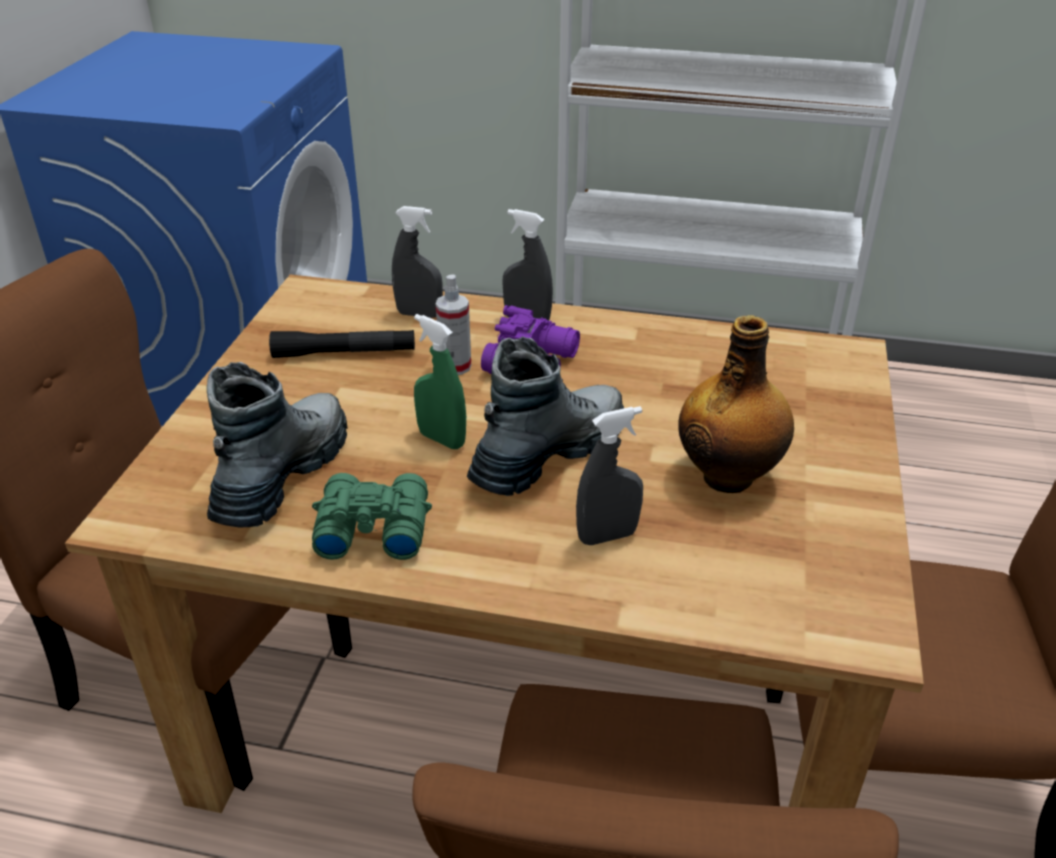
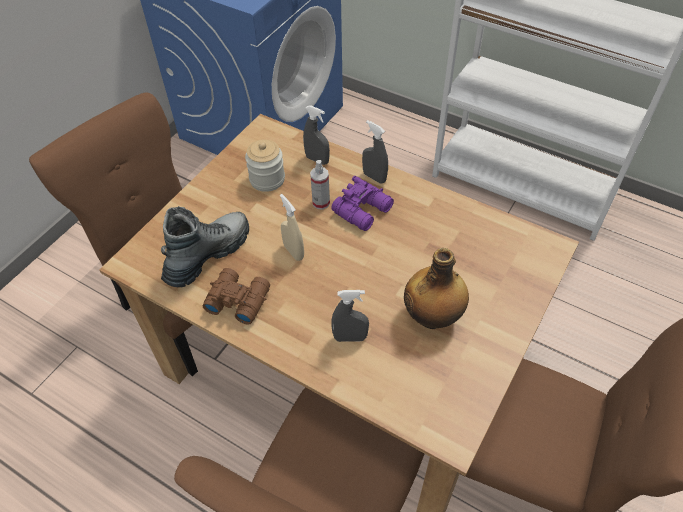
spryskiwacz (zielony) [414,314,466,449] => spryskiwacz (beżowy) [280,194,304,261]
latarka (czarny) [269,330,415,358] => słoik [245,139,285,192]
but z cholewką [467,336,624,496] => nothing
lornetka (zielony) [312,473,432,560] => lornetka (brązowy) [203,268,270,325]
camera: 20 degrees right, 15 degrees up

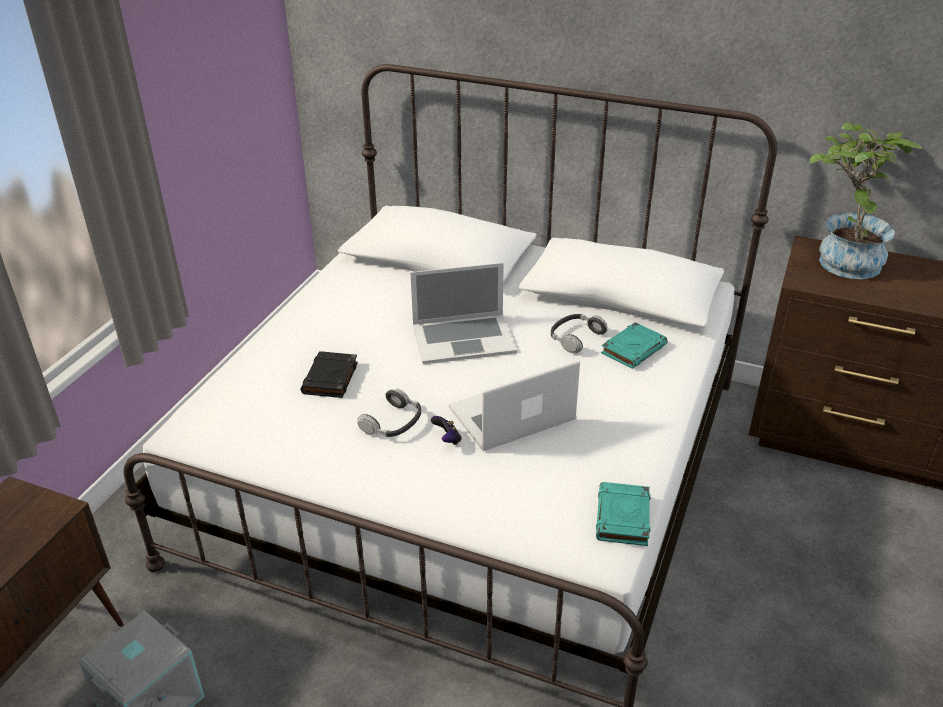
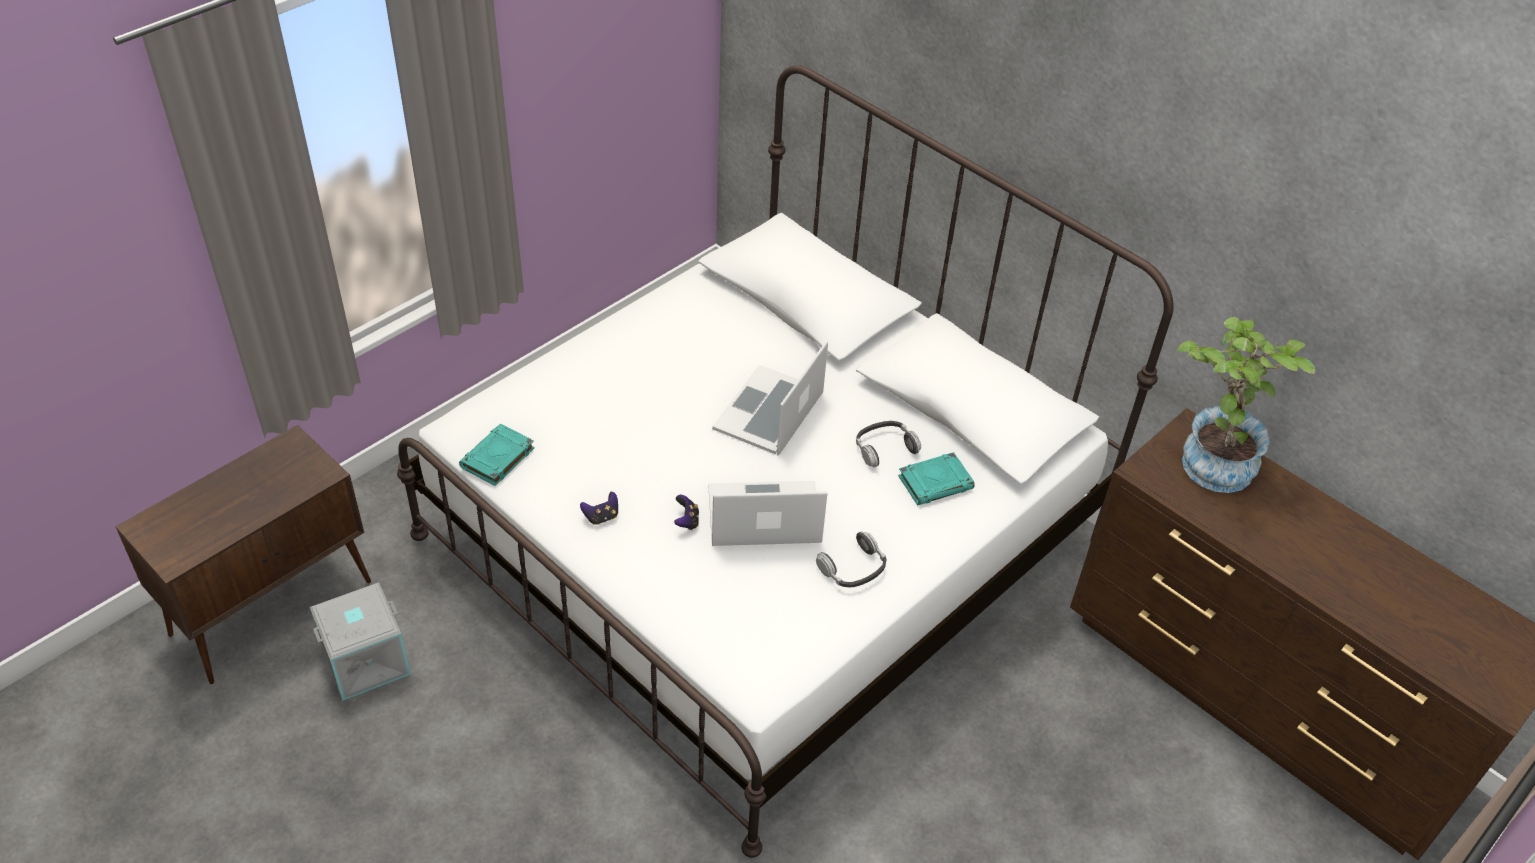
laptop [410,263,517,364] => laptop [712,341,828,455], 105 degrees clockwise
książka (czarny) [301,351,358,398] => nothing
słuchawki [357,388,421,437] => słuchawki [816,531,886,587], move
książka (turkusowy) [596,482,651,546] => książka (turkusowy) [459,424,535,486], move
nothing => pad do gier [580,492,618,525]
camera: 20 degrees right, 10 degrees up

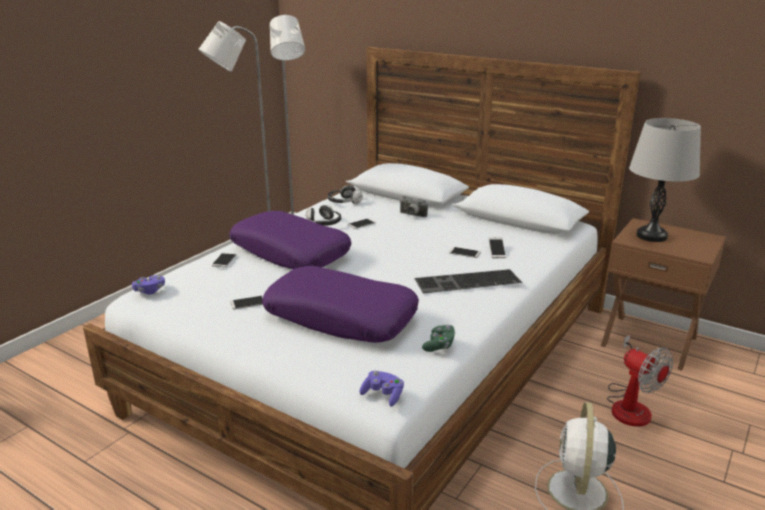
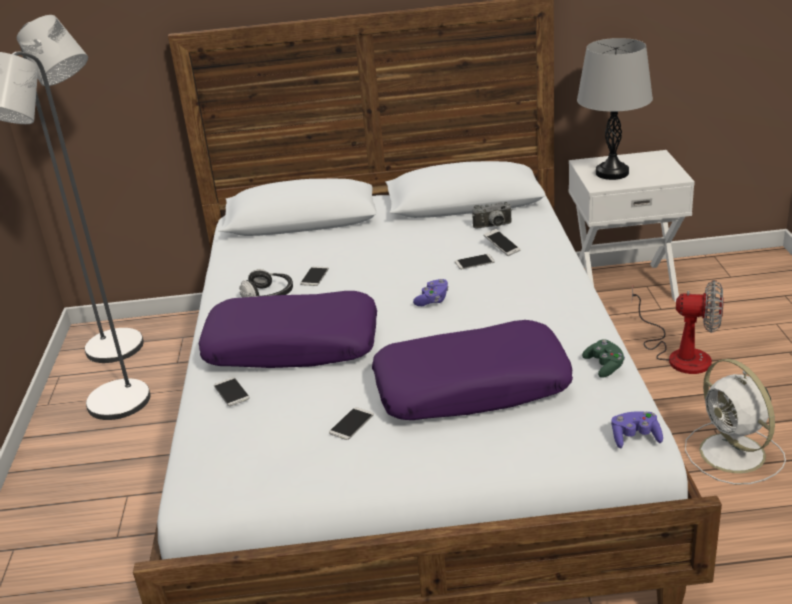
słuchawki [328,185,363,204] => nothing
aparat fotograficzny [399,196,428,217] => aparat fotograficzny [472,202,512,229], move
szafka nocna (brązowy) [601,218,726,371] => szafka nocna (biały) [569,150,695,302]
klawiatura [414,269,523,293] => nothing
pad do gier (fioletowy) [132,275,165,295] => pad do gier (fioletowy) [413,279,449,306], move
camera: 35 degrees left, 5 degrees up

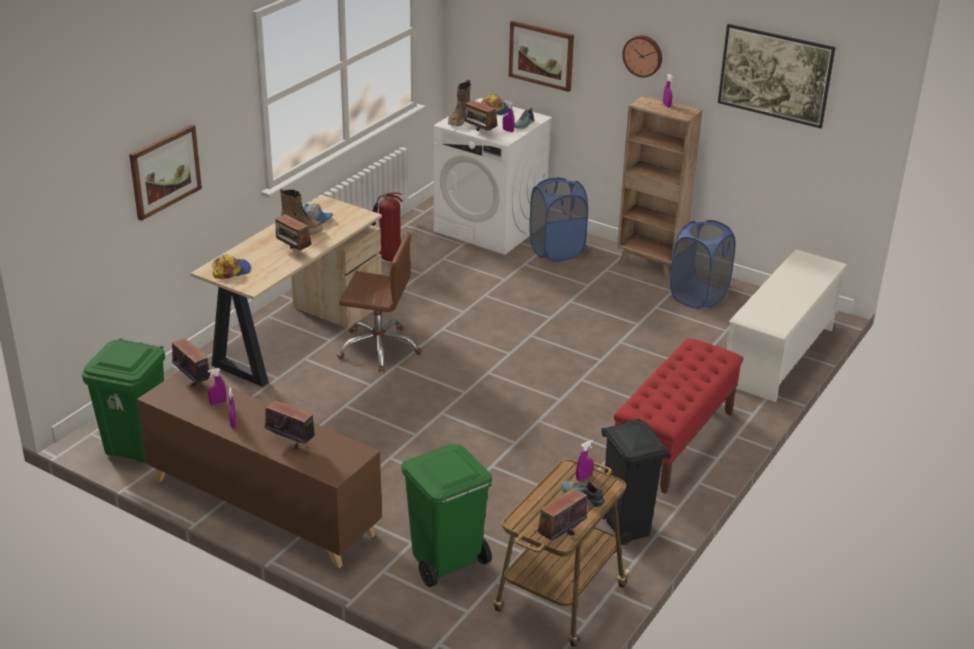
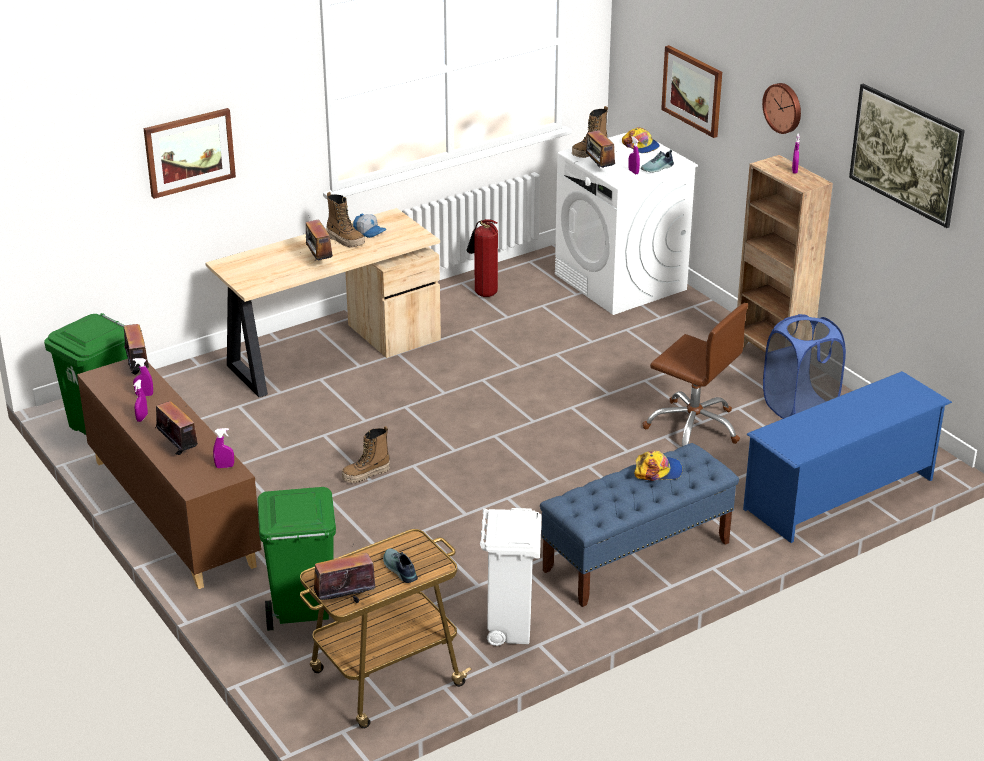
kosz na pranie (niebieski) [529,177,588,261] => nothing
krzesło biurowe (brązowy) [337,234,422,373] => krzesło biurowe (brązowy) [642,303,748,446], move
regał na buty (biały) [726,249,847,402] => regał na buty (niebieski) [743,371,952,543]
czapka z daszkiem [211,254,251,279] => czapka z daszkiem [634,450,683,481], move
ławka (czerwony) [614,338,743,494] => ławka (niebieski) [540,443,739,607]
kosz na śmieci (czarny) [601,418,671,545] => kosz na śmieci (biały) [480,508,542,646]
spryskiwacz (fioletowy) [576,440,594,481] => spryskiwacz (fioletowy) [213,428,234,468], move
nothing => but z cholewką [342,426,390,483]
camera: 25 degrees right, 0 degrees up

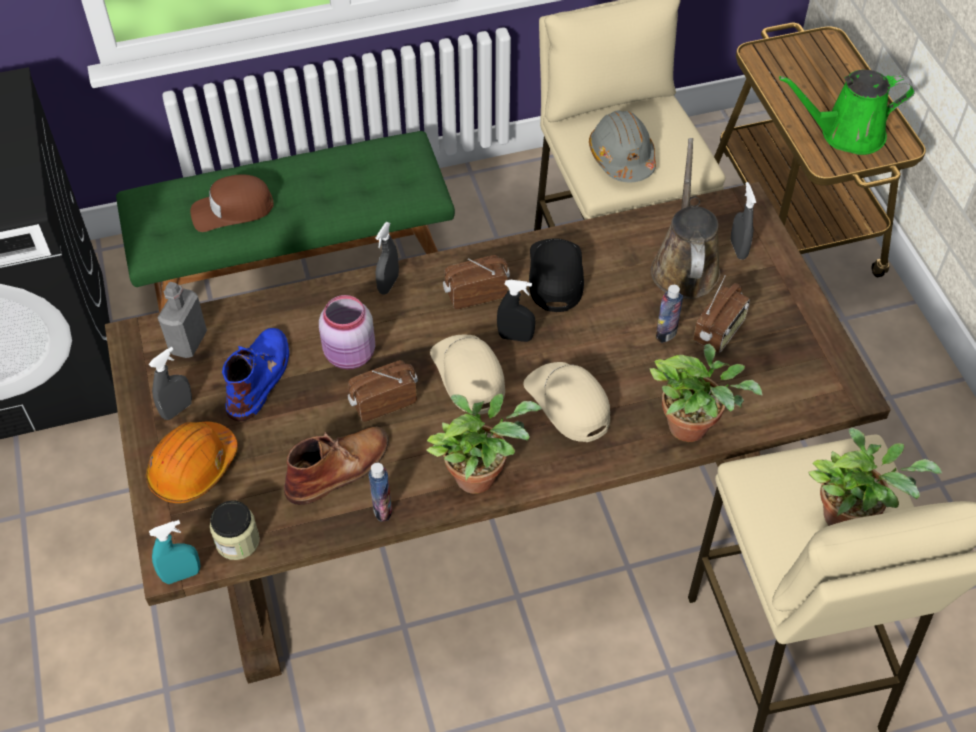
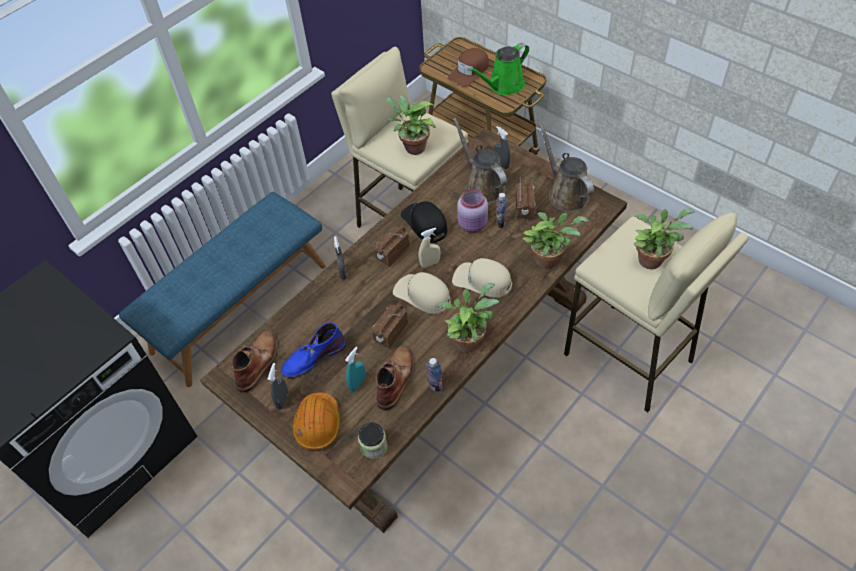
kask (szary) [589,111,656,182] => roślina doniczkowa [386,95,435,155]
ławka (zielony) [116,131,455,312] => ławka (niebieski) [119,192,326,387]
czapka z daszkiem (brązowy) [190,174,274,232] => czapka z daszkiem (brązowy) [448,48,489,87], move
spryskiwacz (czarny) [497,280,535,342] => spryskiwacz (beżowy) [419,228,440,268]
butelka (szary) [157,282,207,358] => but z cholewką (brązowy) [231,331,278,393]
słoik (różowy) [319,295,375,369] => słoik (różowy) [457,189,488,232], move
but z cholewką (niebieski) [222,328,289,421] => but z cholewką (niebieski) [281,322,347,378], 105 degrees counterclockwise
spryskiwacz (turkusowy) [149,520,201,584] => spryskiwacz (turkusowy) [345,347,366,391], move
nothing => konewka (brązowy) [539,124,594,212]
camera: 30 degrees left, 0 degrees up

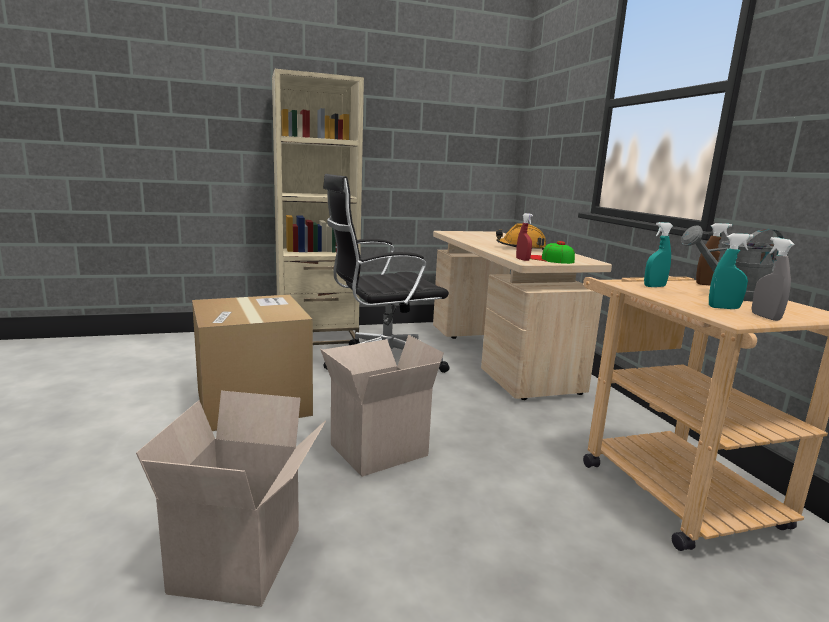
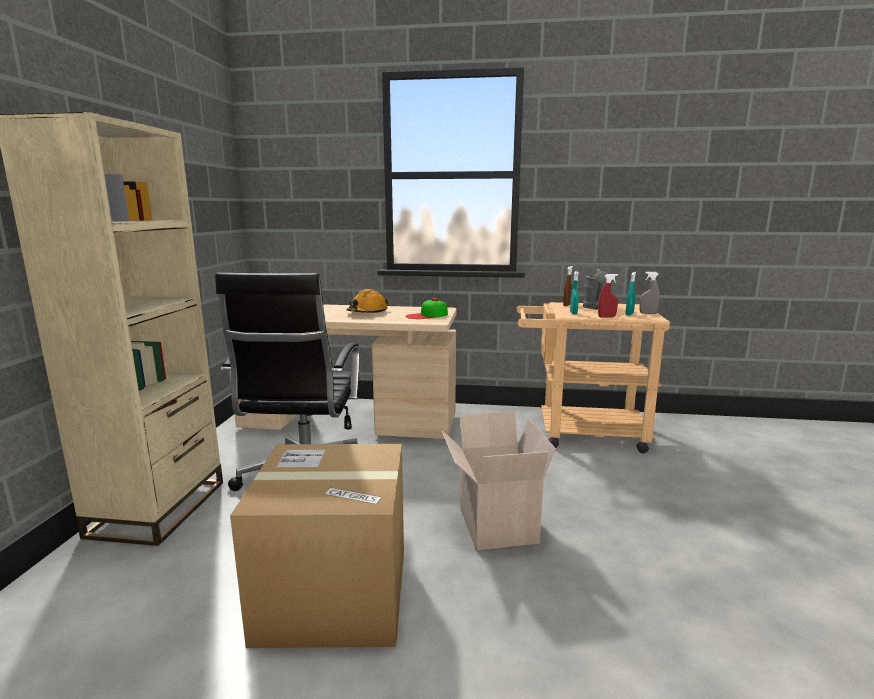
spryskiwacz (czerwony) [516,213,533,261] => spryskiwacz (czerwony) [598,274,618,318], move
karton [136,391,326,607] => nothing
camera: 65 degrees left, 0 degrees up

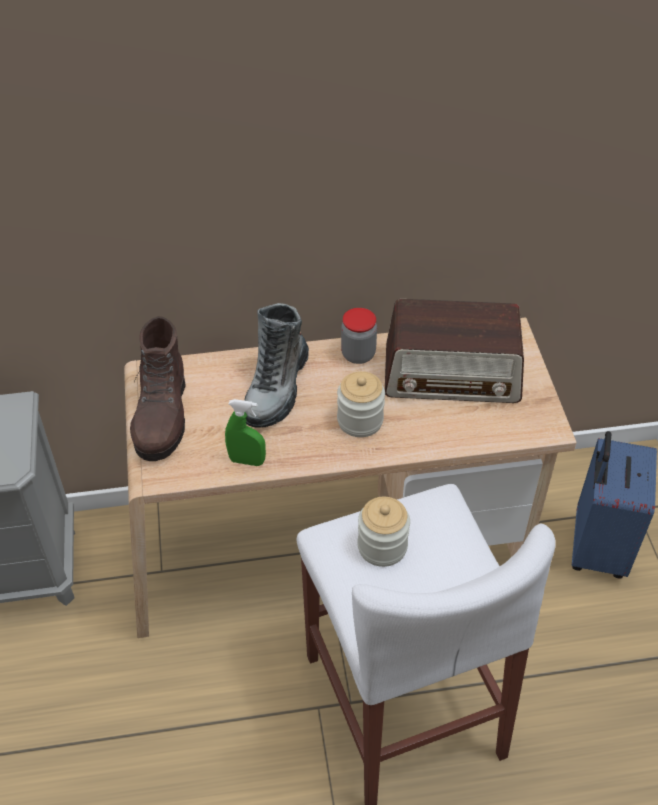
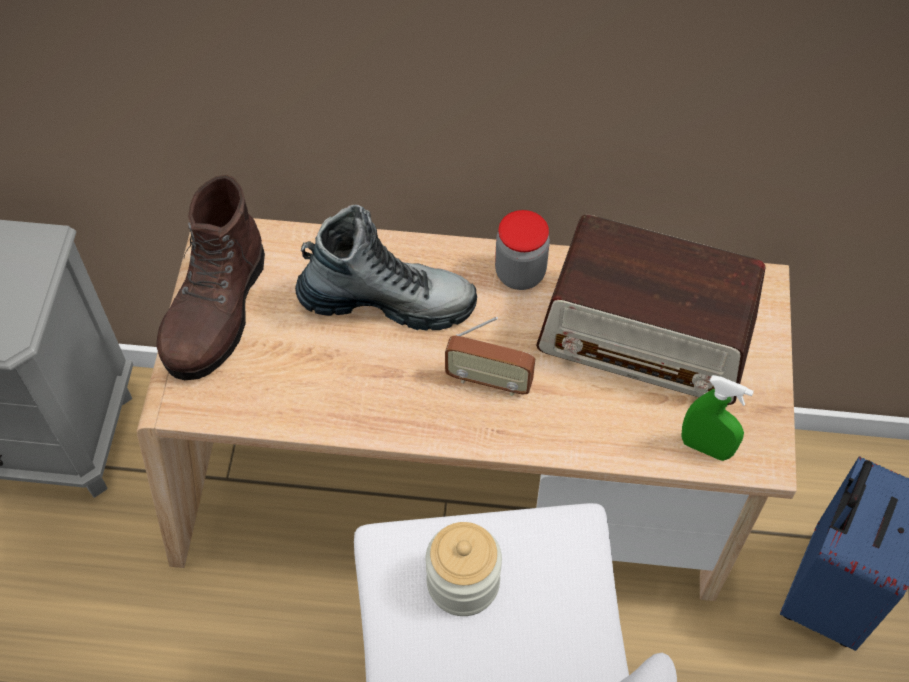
but z cholewką [244,303,309,428] => but z cholewką [295,205,477,331], 120 degrees counterclockwise
słoik [337,371,385,437] => radio [445,317,535,396]
spryskiwacz (zielony) [225,399,266,466] => spryskiwacz (zielony) [681,375,754,461], move
camera: 15 degrees right, 10 degrees up

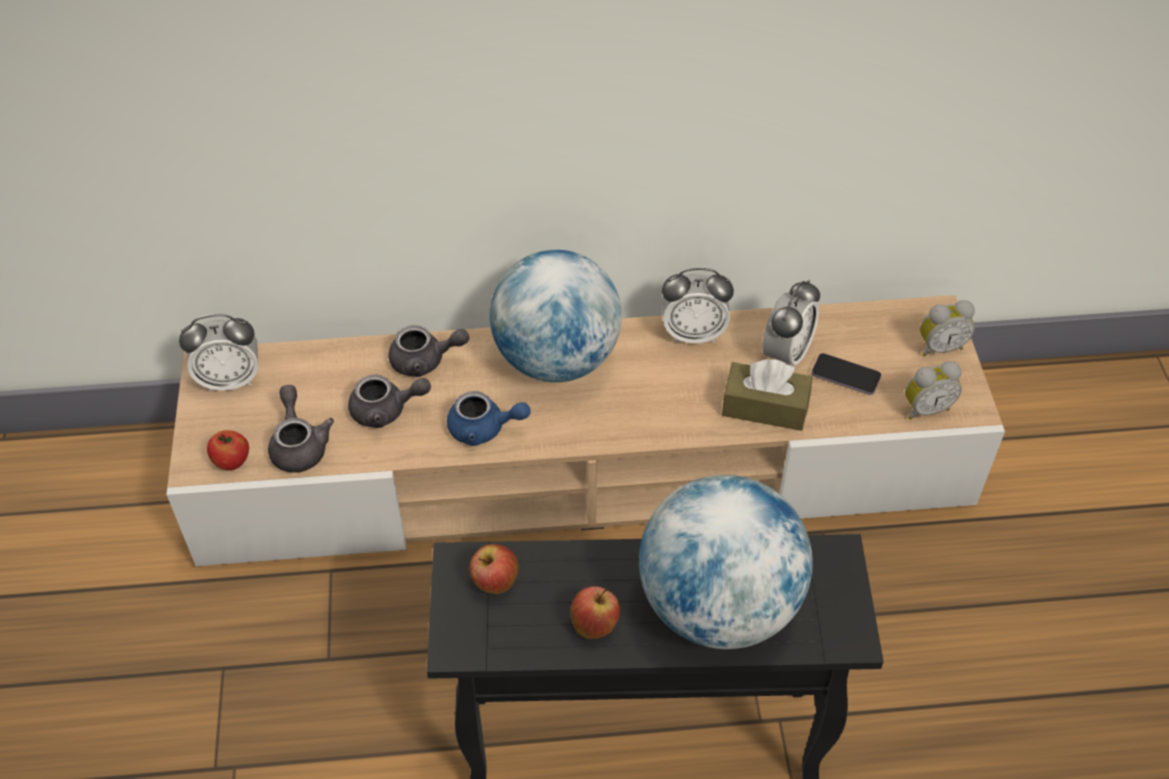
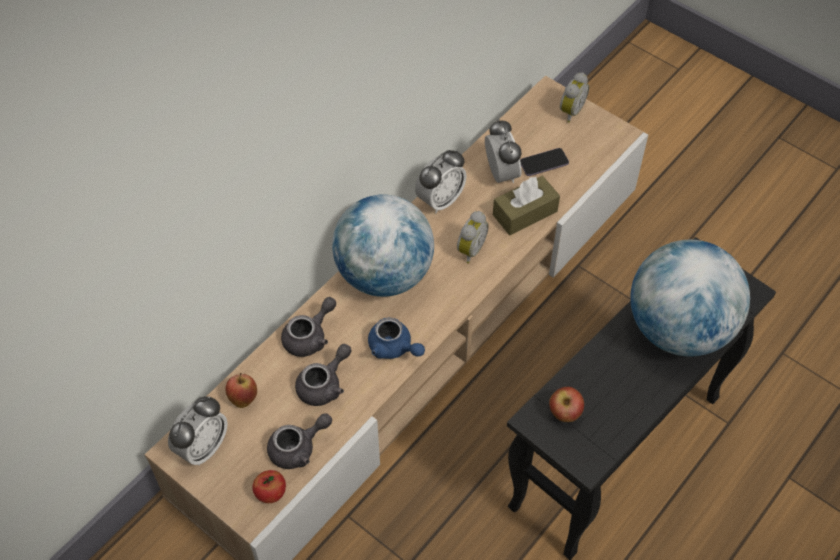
budzik [905,361,962,420] => budzik [457,211,489,264], move
imbryk (szary) [268,385,334,473] => imbryk (szary) [267,413,332,469], 120 degrees clockwise
imbryk (niebieski) [447,391,530,446] => imbryk (niebieski) [368,317,425,359], 75 degrees clockwise
jabłko [571,586,620,639] => jabłko [225,373,257,408], move
camera: 45 degrees left, 5 degrees up

